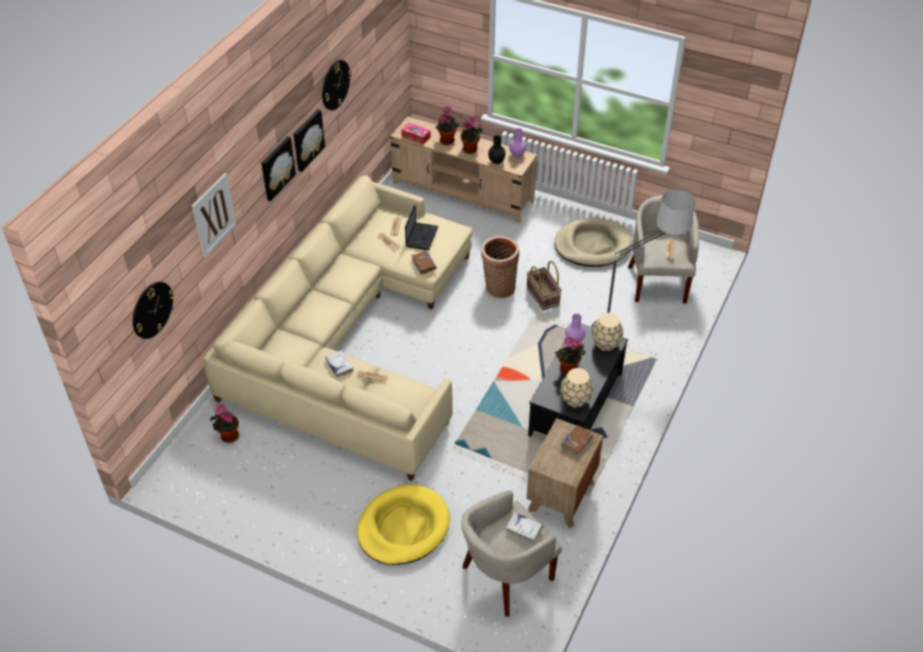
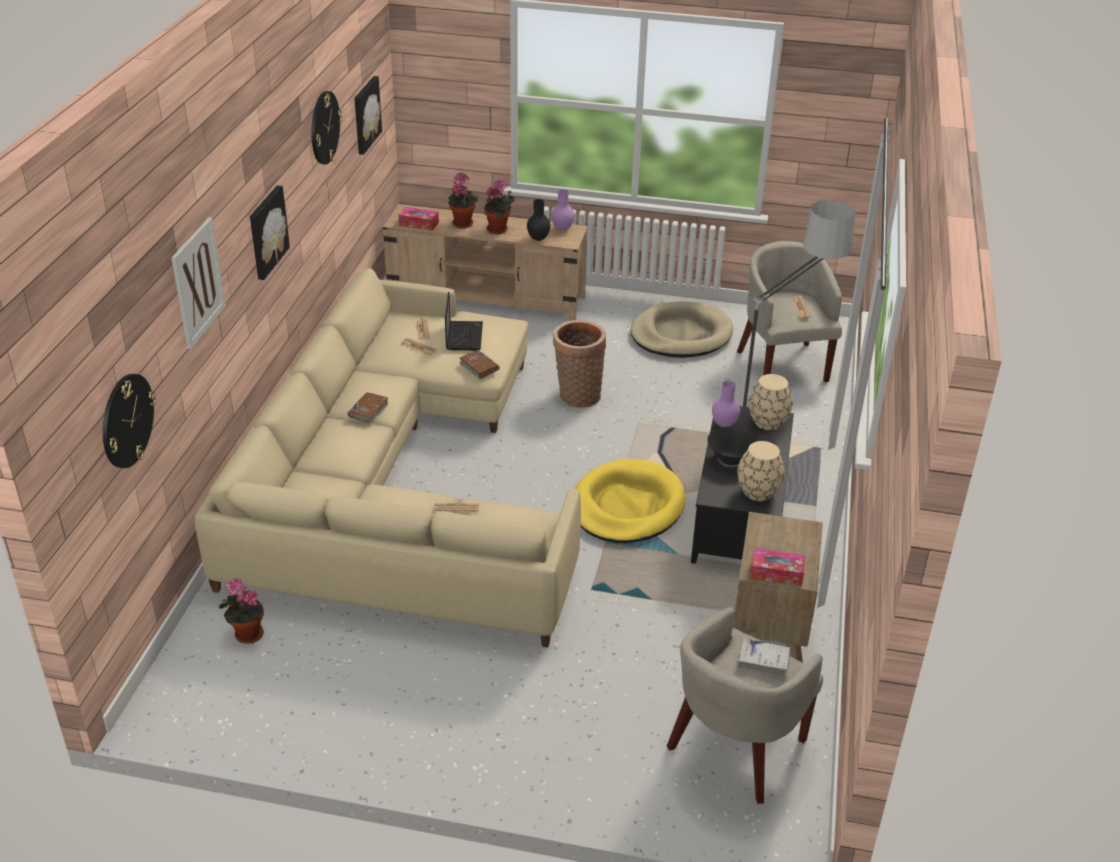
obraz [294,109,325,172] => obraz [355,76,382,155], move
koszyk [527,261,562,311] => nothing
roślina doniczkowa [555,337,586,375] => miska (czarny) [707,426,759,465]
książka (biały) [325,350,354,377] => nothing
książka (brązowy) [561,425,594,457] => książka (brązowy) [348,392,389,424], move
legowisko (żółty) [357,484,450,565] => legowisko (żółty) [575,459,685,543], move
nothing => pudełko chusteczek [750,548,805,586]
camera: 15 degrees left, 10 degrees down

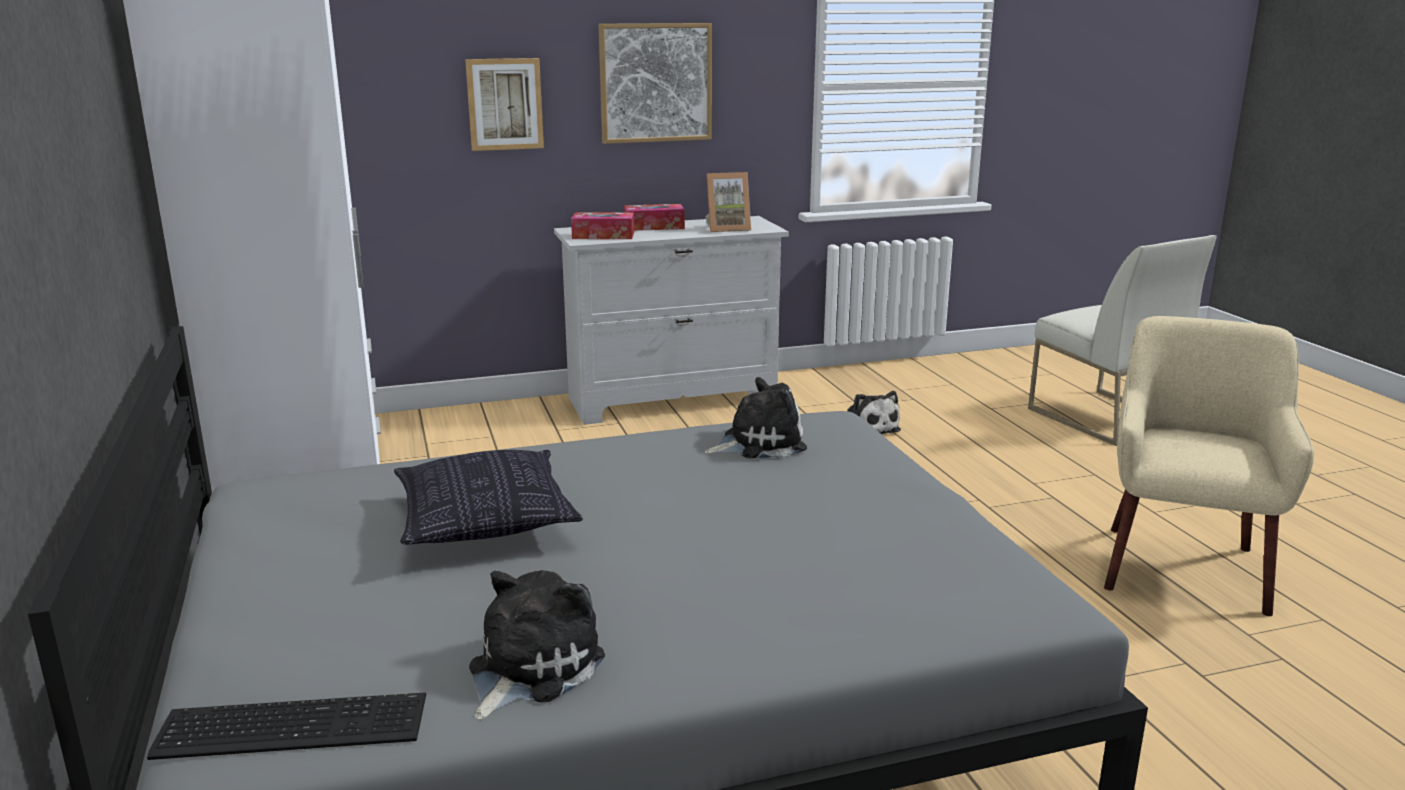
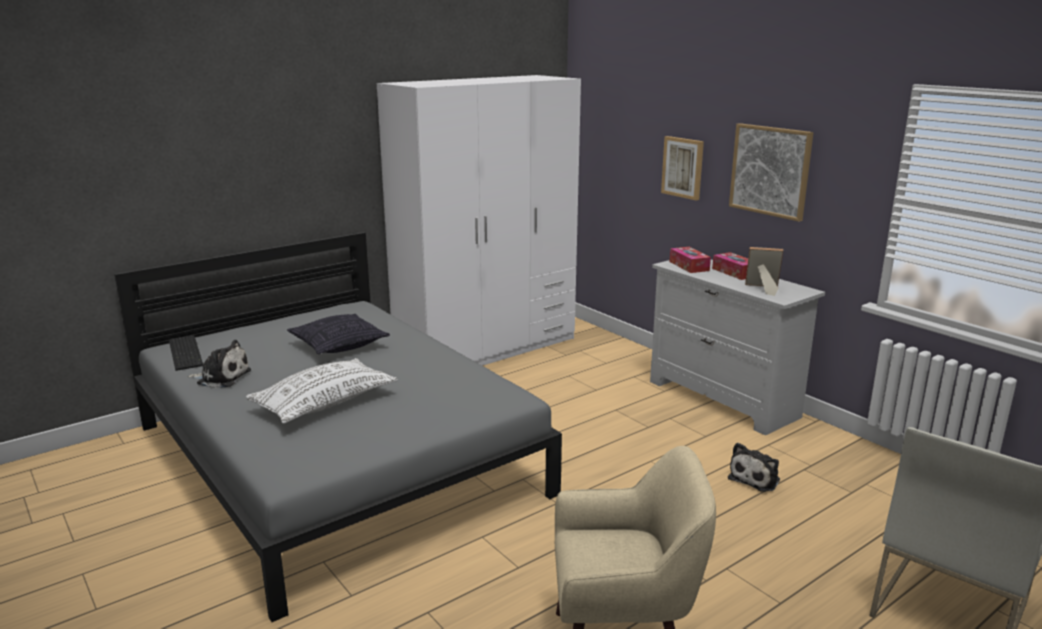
ramka na zdjęcie [705,172,751,232] => ramka na zdjęcie [745,247,783,296], 135 degrees clockwise
pluszak [704,377,807,458] => nothing
nothing => poduszka (biały) [246,358,398,424]
camera: 70 degrees right, 0 degrees up

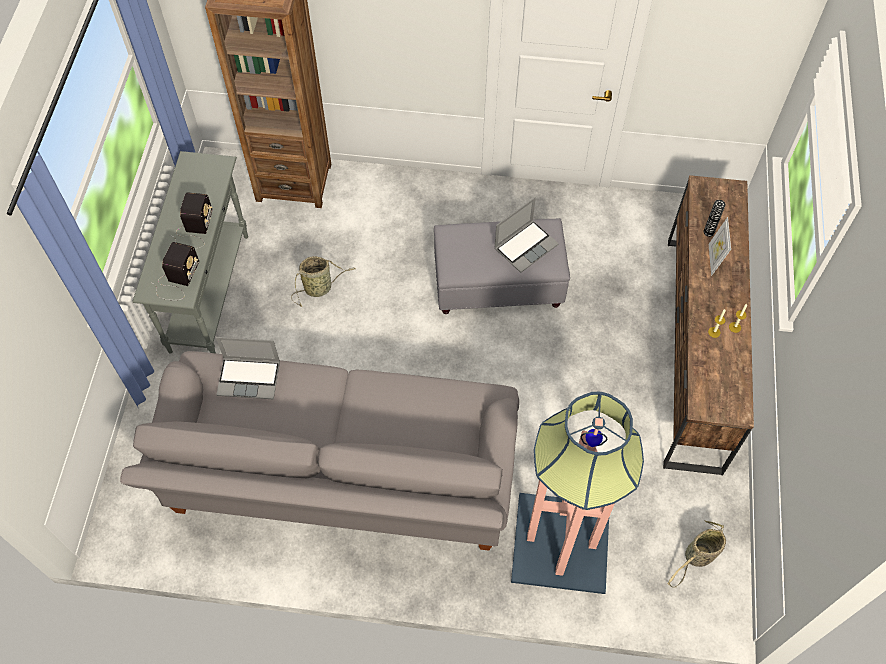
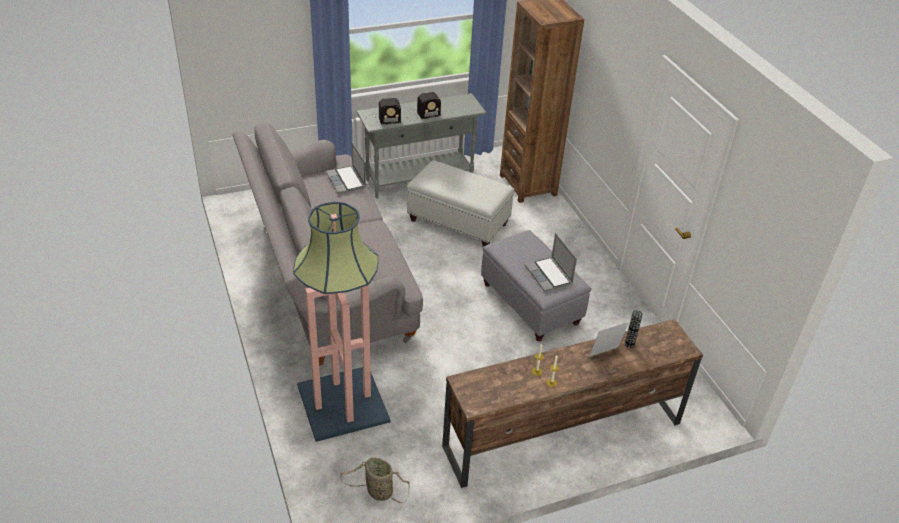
laptop [494,197,559,273] => laptop [525,233,577,292], 45 degrees clockwise
koszyk [291,256,356,307] => pufa (biały) [407,160,514,247]
camera: 60 degrees right, 20 degrees down

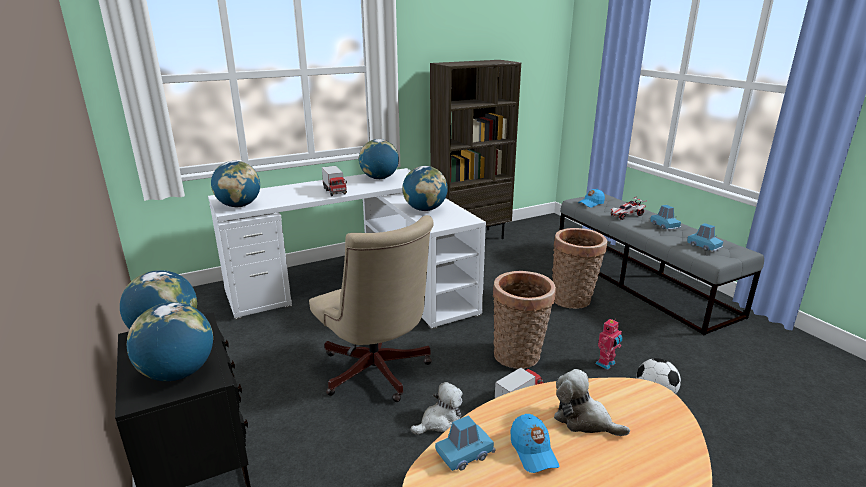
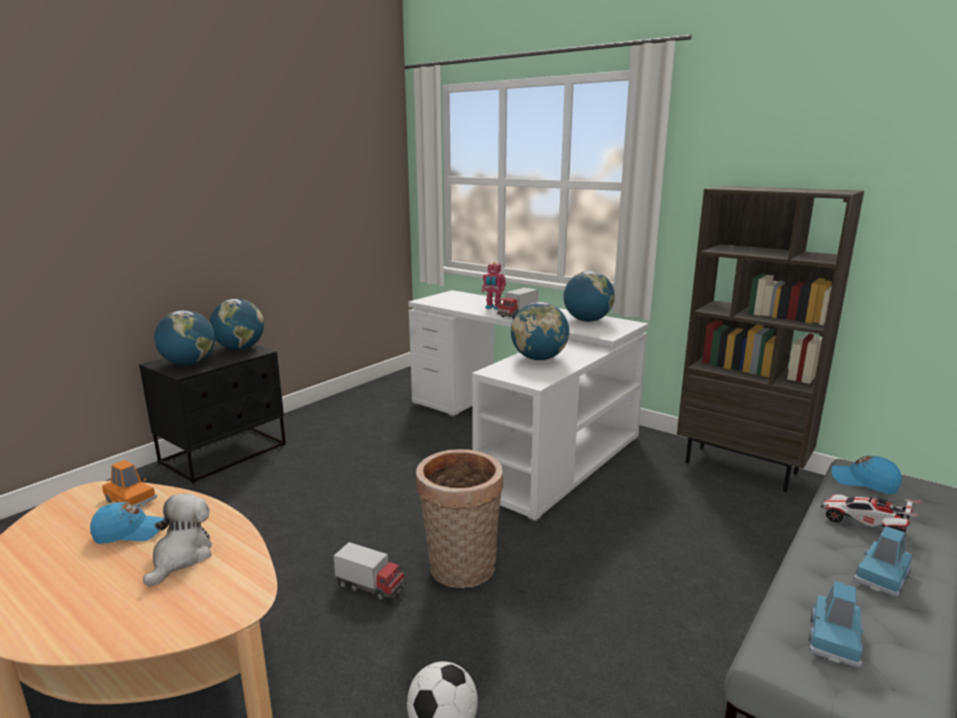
globus [211,161,260,207] => nothing
krzesło biurowe (beżowy) [309,215,434,402] => nothing
koszyk [552,228,607,309] => nothing
robot zabawkowy [595,319,623,370] => robot zabawkowy [482,262,506,310], move
pluszak [411,382,462,435] => nothing
czapka z daszkiem (niebieski) [511,414,559,473] => czapka z daszkiem (niebieski) [90,502,164,544], 150 degrees counterclockwise
samochodzik (niebieski) [435,416,496,471] => samochodzik (pomarańczowy) [102,460,157,507]
camera: 65 degrees right, 5 degrees down

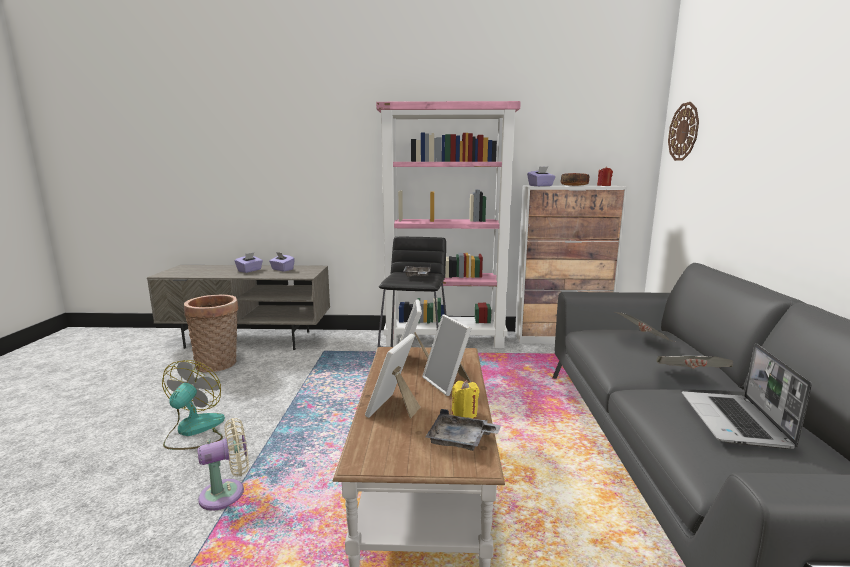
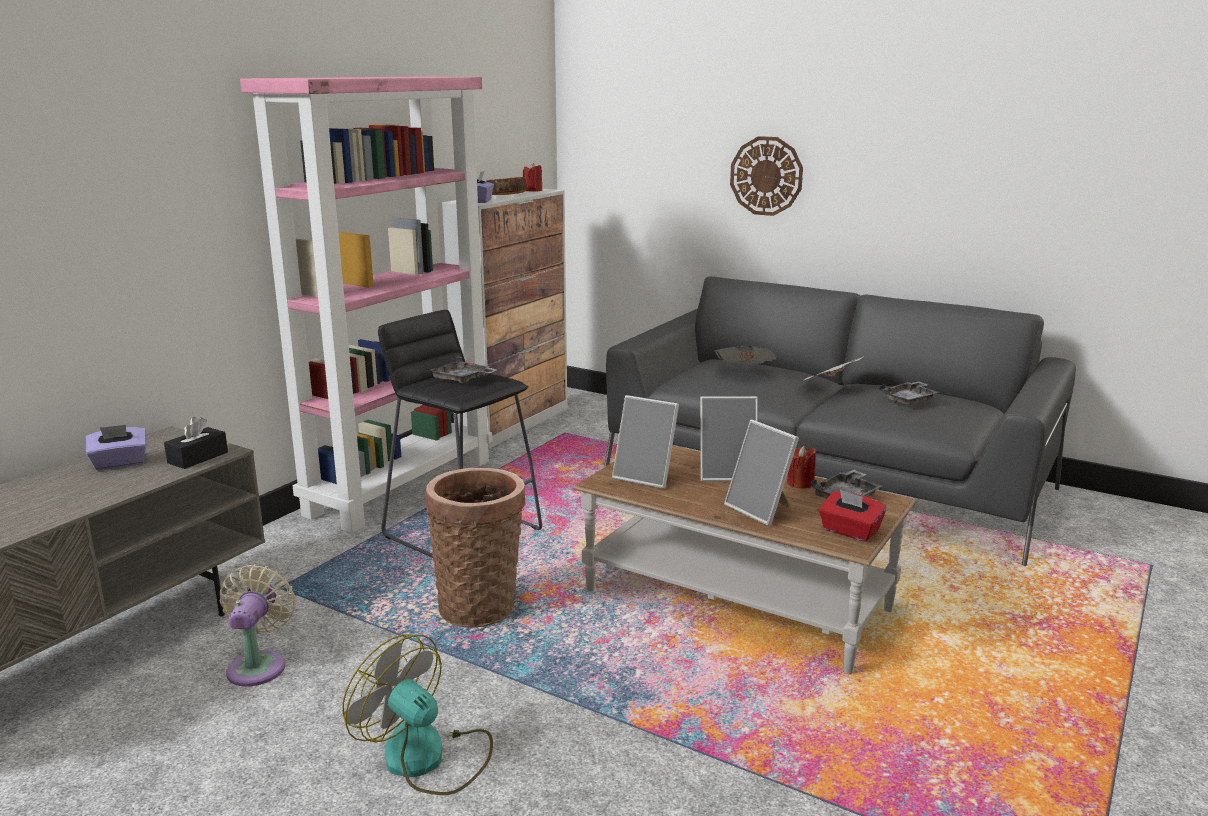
zegar ścienny [668,102,699,161] => zegar ścienny [730,136,803,216], move
pudełko chusteczek (fioletowy) [235,253,263,273] => nothing
koszyk [184,294,239,373] => koszyk [425,468,525,627], move
laptop [682,343,812,449] => taca (szary) [879,381,939,405]
świeca (żółty) [452,380,479,419] => świeca (czerwony) [787,446,816,489]
wentylator (beżowy) [197,418,249,511] => wentylator (beżowy) [220,565,295,687], move
nothing => pudełko chusteczek (czarny) [164,417,228,469]
nothing => pudełko chusteczek (czerwony) [819,489,886,542]
camera: 60 degrees left, 5 degrees up

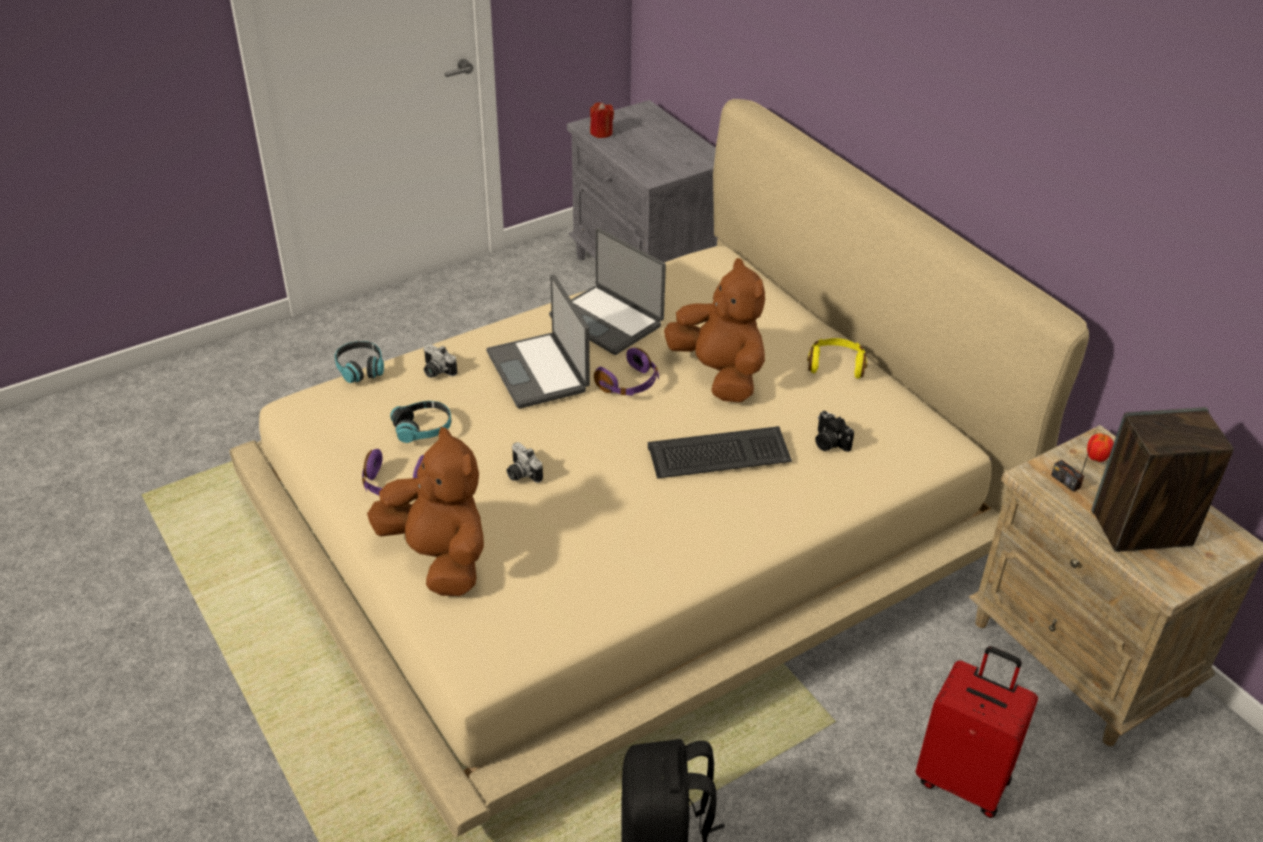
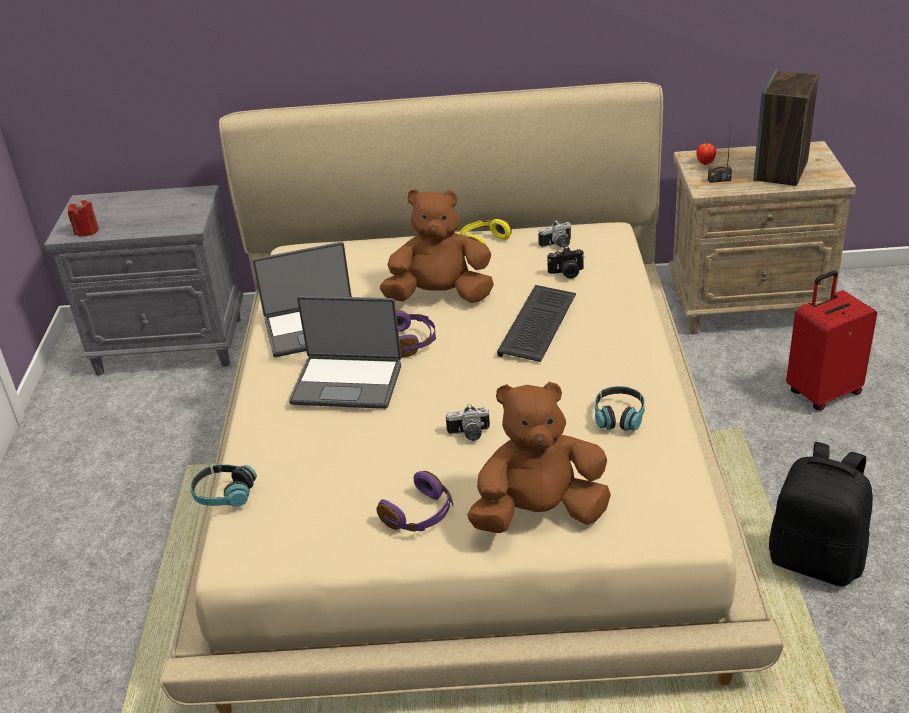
aparat fotograficzny [423,344,457,378] => aparat fotograficzny [538,220,571,248], move
słuchawki [390,401,452,443] => słuchawki [595,386,645,431], move
camera: 55 degrees left, 5 degrees down

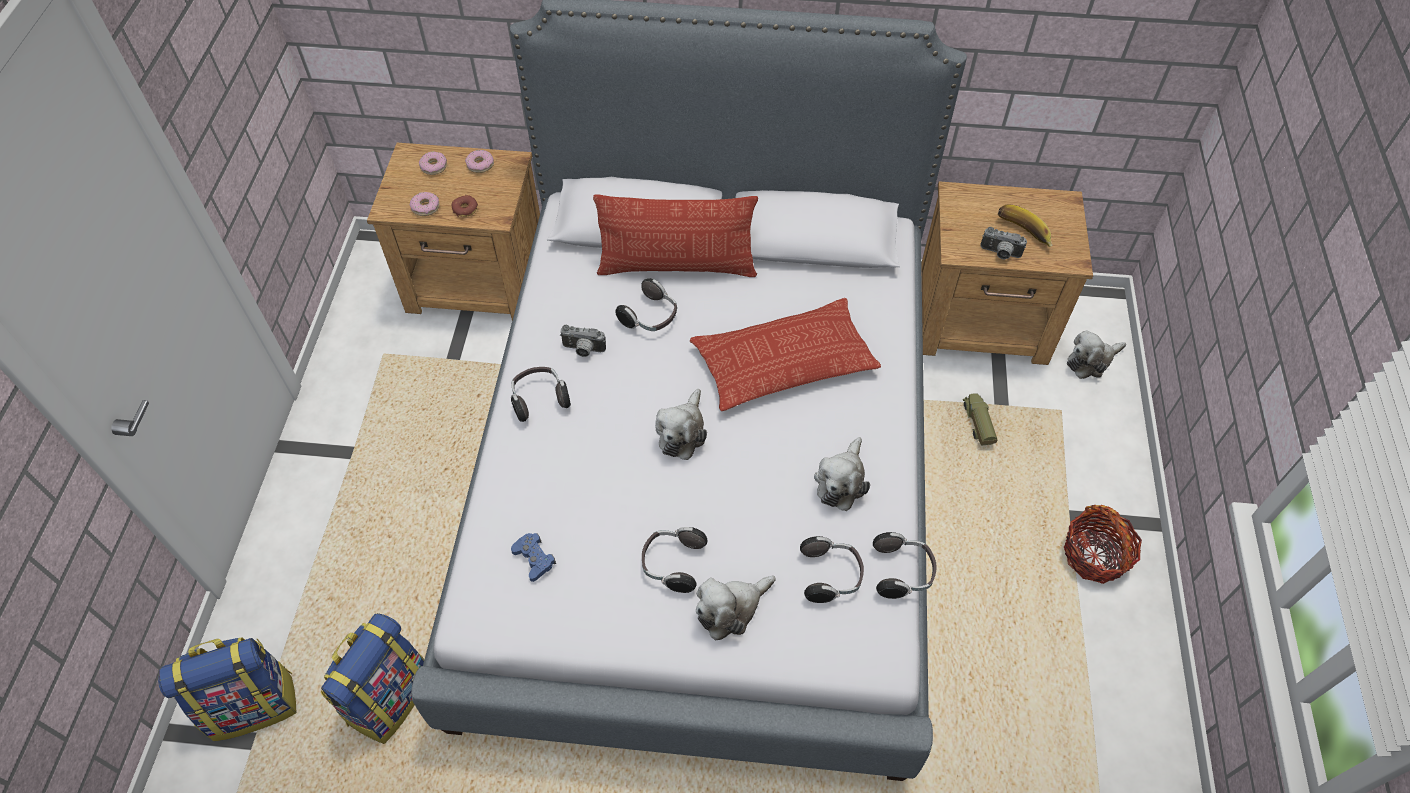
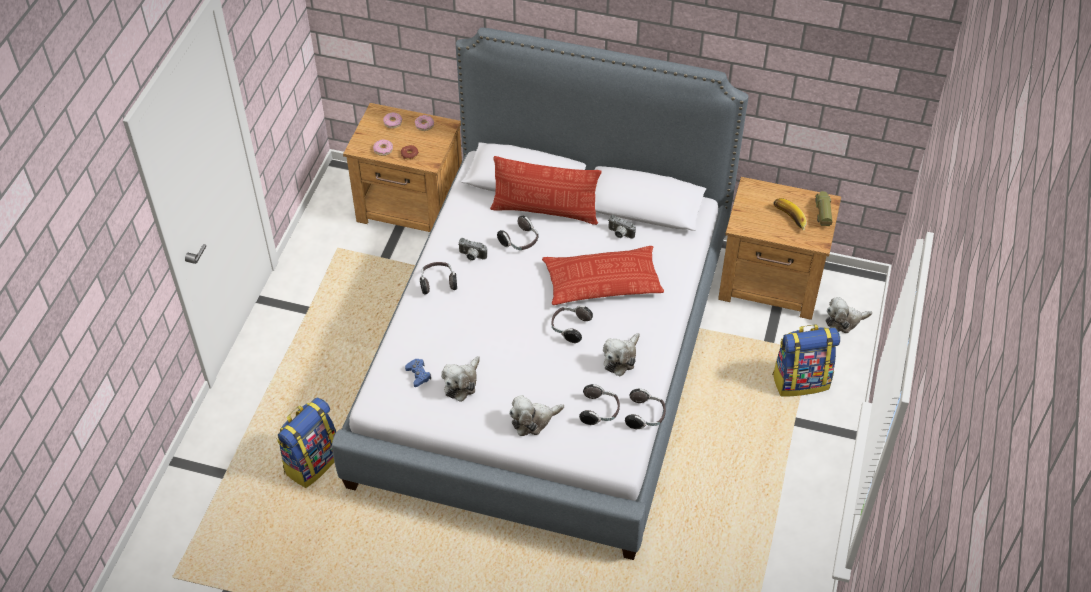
aparat fotograficzny [980,227,1027,259] => aparat fotograficzny [608,215,636,239], move
pluszak [655,389,707,460] => pluszak [441,356,480,402], move
ciężarówka zabawkowa [963,393,998,446] => ciężarówka zabawkowa [815,191,833,226], move
koszyk [1064,505,1142,584] => nothing
słuchawki [642,527,707,593] => słuchawki [552,306,593,343], move
plecak [158,637,296,741] => plecak [772,325,840,396], move
camera: 10 degrees right, 5 degrees down

